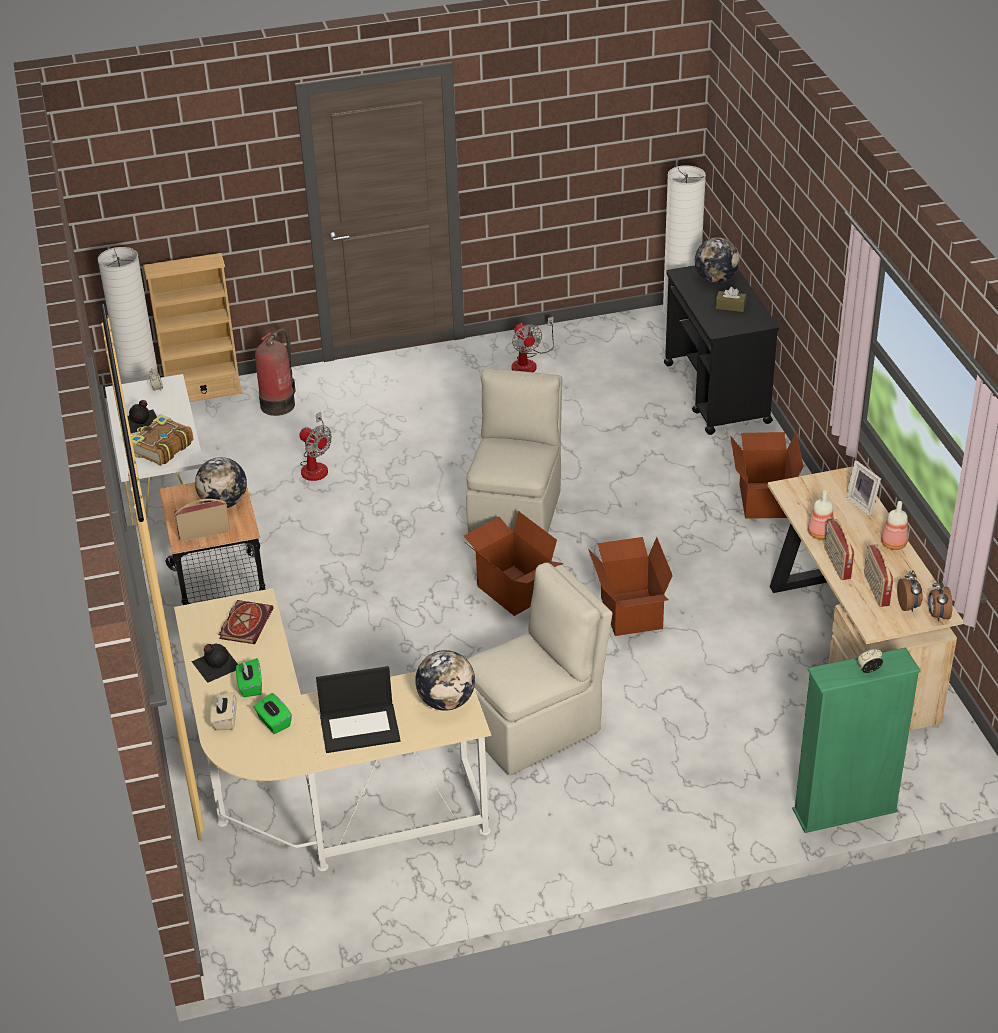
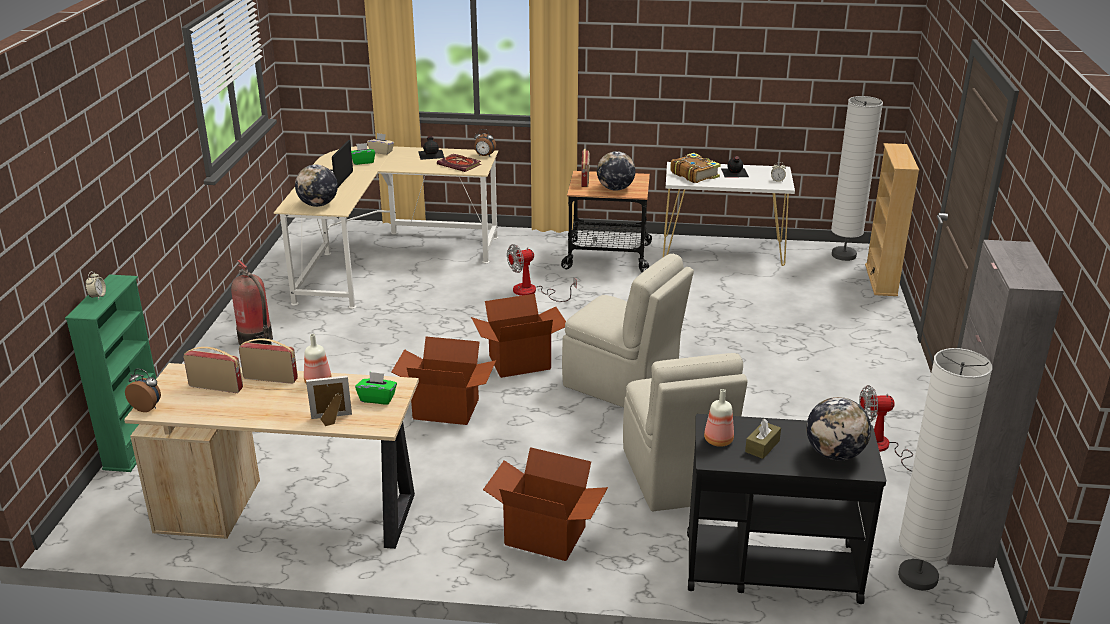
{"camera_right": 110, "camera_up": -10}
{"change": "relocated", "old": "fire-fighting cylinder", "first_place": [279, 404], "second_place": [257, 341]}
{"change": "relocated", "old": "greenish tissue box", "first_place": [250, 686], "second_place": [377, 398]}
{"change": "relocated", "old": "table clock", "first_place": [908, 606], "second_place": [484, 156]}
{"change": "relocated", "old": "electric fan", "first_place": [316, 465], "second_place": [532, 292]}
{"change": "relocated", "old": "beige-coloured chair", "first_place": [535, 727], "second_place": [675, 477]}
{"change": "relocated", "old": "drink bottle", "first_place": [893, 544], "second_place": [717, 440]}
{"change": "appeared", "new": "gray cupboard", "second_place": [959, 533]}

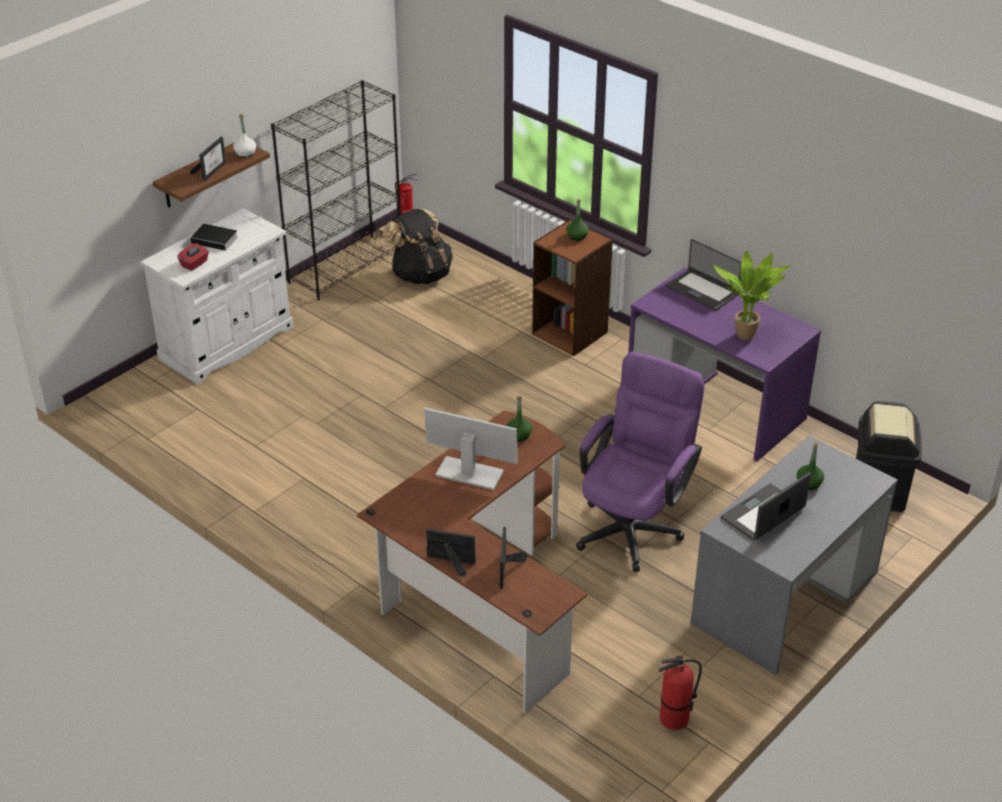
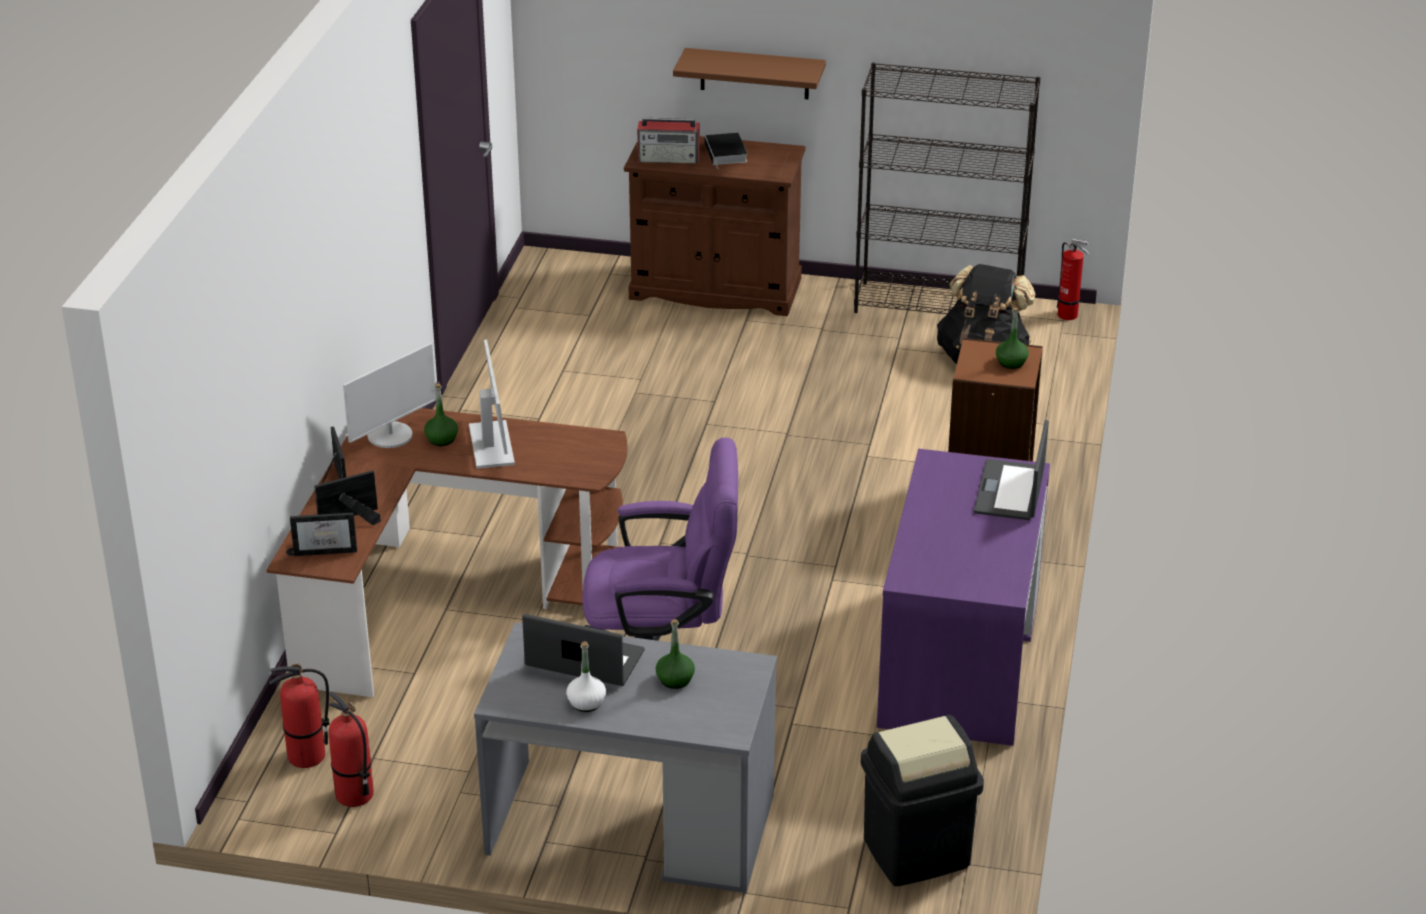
{"camera_right": 60, "camera_up": -5}
{"change": "appeared", "new": "fire-fighting cylinder", "second_place": [306, 757]}
{"change": "relocated", "old": "standing frame", "first_place": [211, 170], "second_place": [327, 549]}
{"change": "appeared", "new": "monitor", "second_place": [390, 435]}
{"change": "relocated", "old": "greenish drink bottle", "first_place": [518, 435], "second_place": [442, 439]}
{"change": "relocated", "old": "whitish drink bottle", "first_place": [245, 153], "second_place": [586, 703]}
{"change": "colour", "old": "whitish cupboard", "new": "brown cupboard", "first_place": [227, 343], "second_place": [715, 289]}
{"change": "exchanged", "old": "red-coloured tissue box", "new": "radio receiver", "first_place": [194, 264], "second_place": [669, 158]}
{"change": "missing", "old": "plant in a pot", "first_place": [746, 334]}

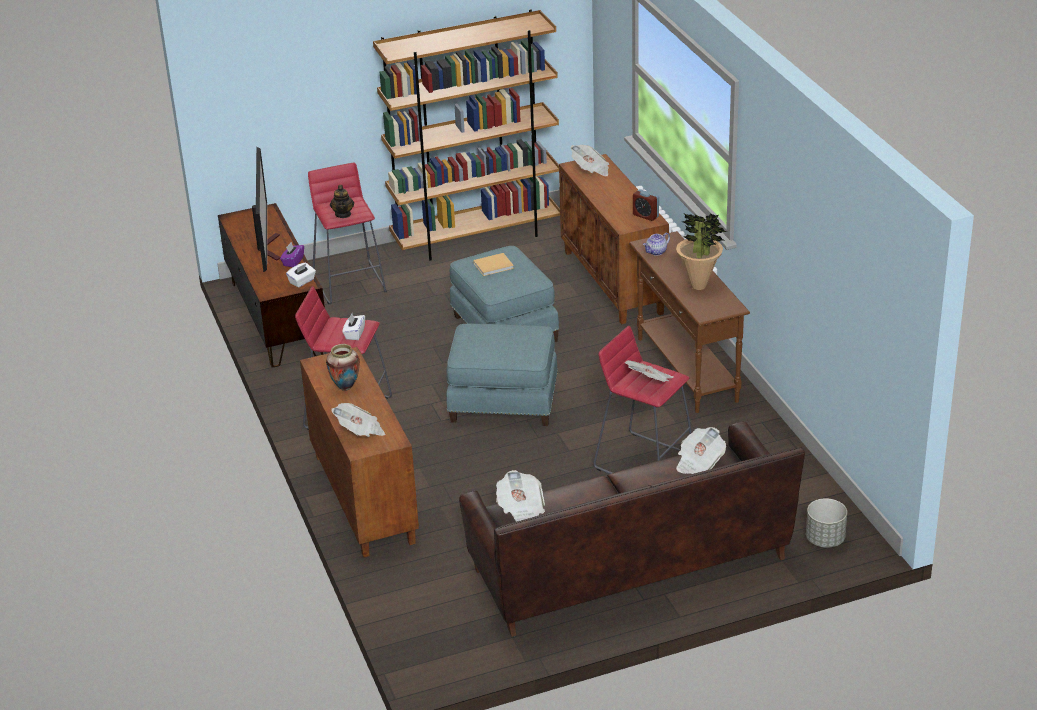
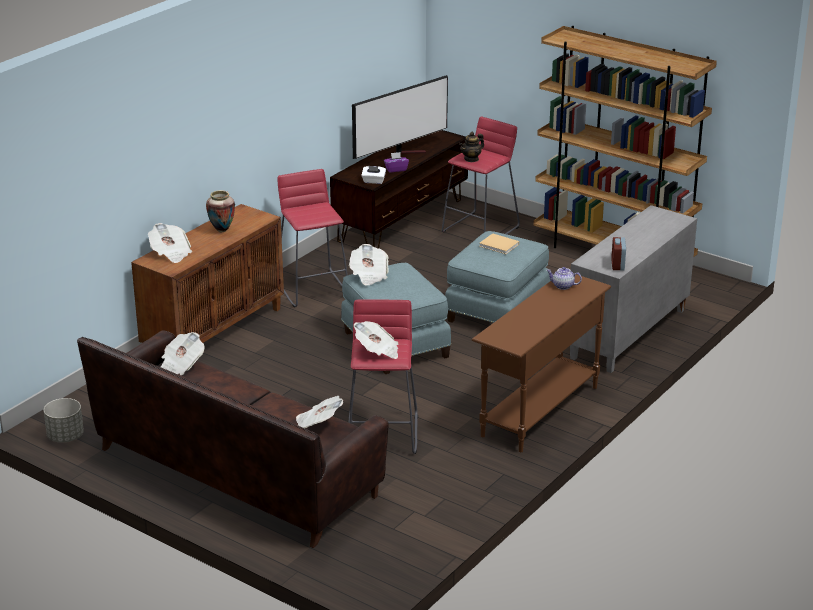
{"camera_right": 55, "camera_up": -5}
{"change": "relocated", "old": "gray planter", "first_place": [825, 539], "second_place": [65, 437]}
{"change": "relocated", "old": "printed paper", "first_place": [591, 170], "second_place": [369, 275]}
{"change": "colour", "old": "brown cupboard", "new": "gray cupboard", "first_place": [614, 282], "second_place": [628, 334]}
{"change": "missing", "old": "whitish tissue box", "first_place": [354, 334]}
{"change": "missing", "old": "plant in a pot", "first_place": [699, 286]}

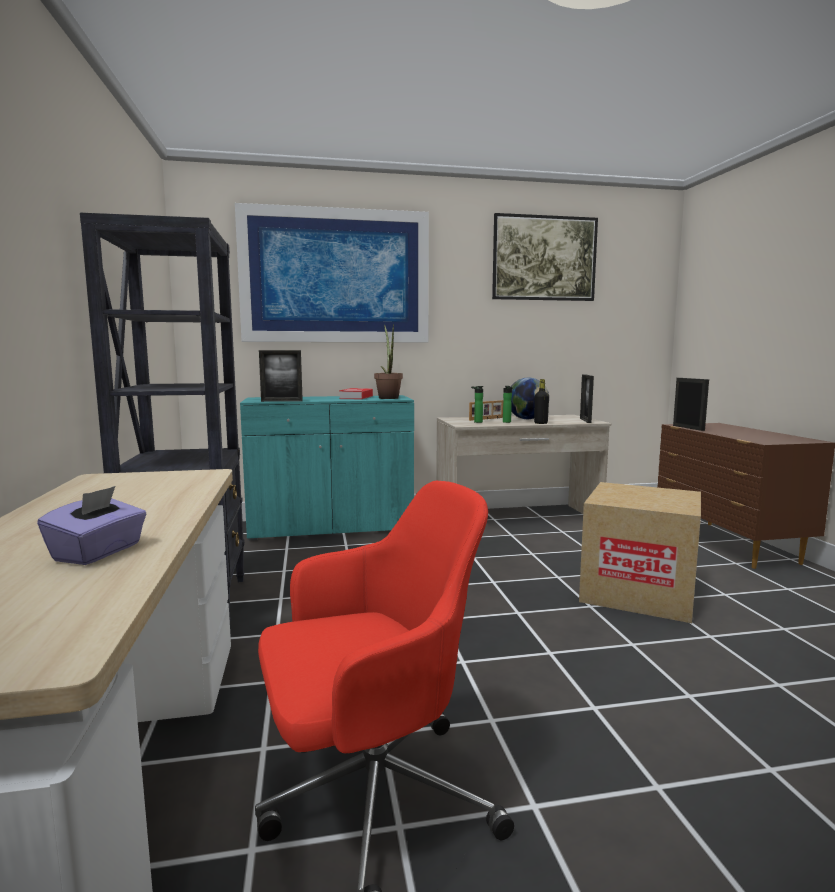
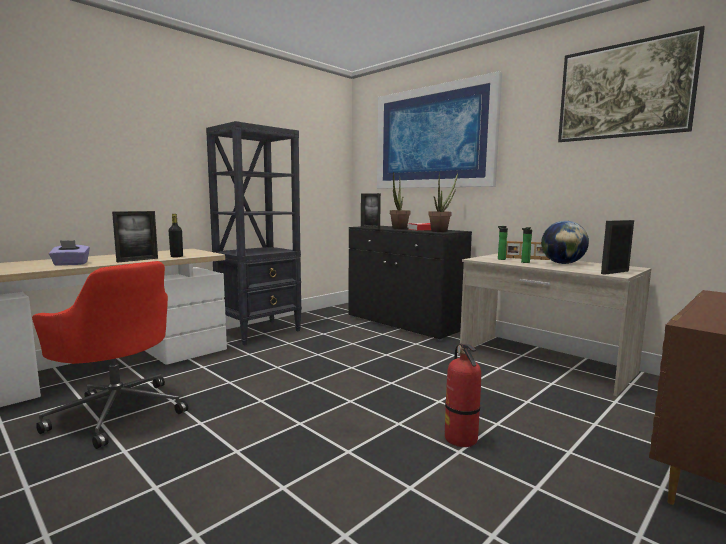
{"camera_right": 55, "camera_up": 0}
{"change": "relocated", "old": "standing frame", "first_place": [688, 428], "second_place": [137, 260]}
{"change": "relocated", "old": "blackish drink bottle", "first_place": [540, 423], "second_place": [176, 256]}
{"change": "colour", "old": "blue-green cupboard", "new": "blackish cupboard", "first_place": [331, 527], "second_place": [404, 323]}
{"change": "appeared", "new": "plant in a pot", "second_place": [398, 228]}
{"change": "exchanged", "old": "carton", "new": "fire-fighting cylinder", "first_place": [638, 592], "second_place": [461, 439]}

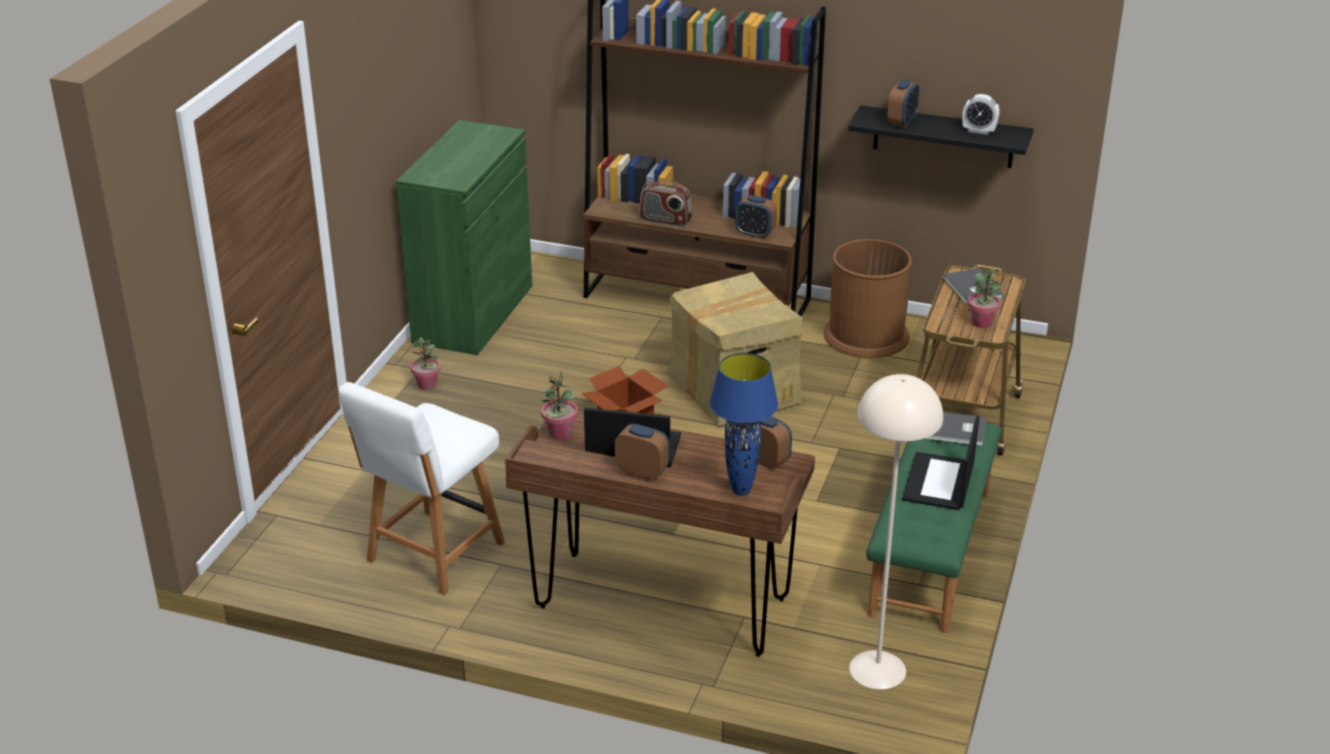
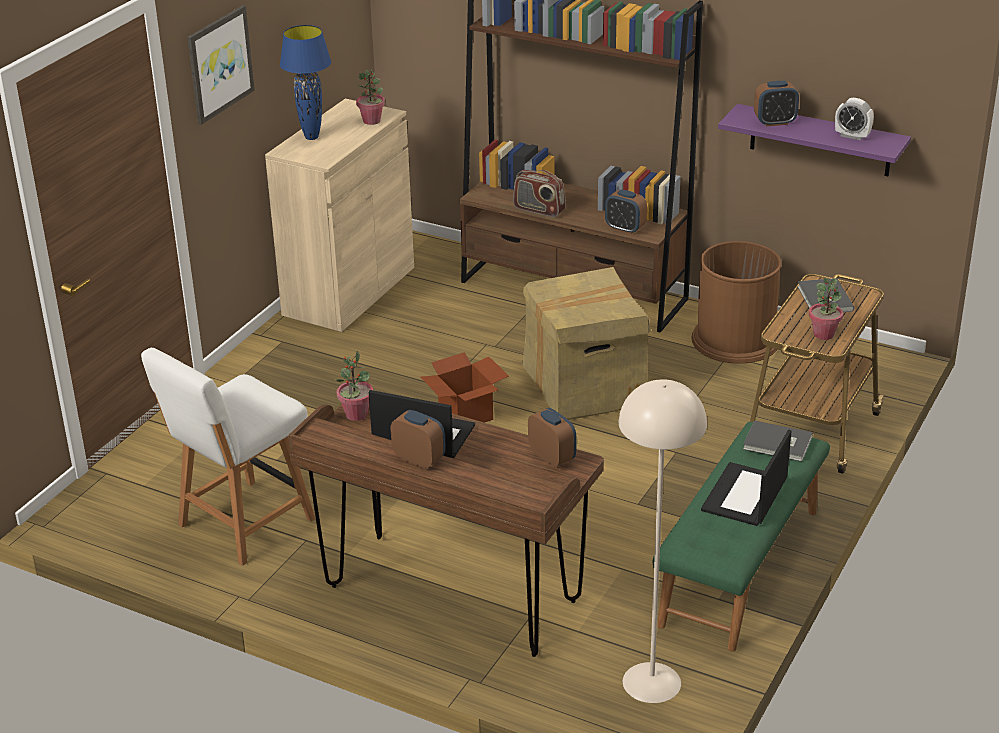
{"camera_right": 10, "camera_up": 0}
{"change": "appeared", "new": "wall art", "second_place": [219, 64]}
{"change": "colour", "old": "greenish cupboard", "new": "beige-coloured cupboard", "first_place": [473, 313], "second_place": [349, 291]}
{"change": "relocated", "old": "bluish lamp for a table", "first_place": [741, 490], "second_place": [311, 137]}
{"change": "relocated", "old": "plant in a pot", "first_place": [427, 385], "second_place": [372, 121]}
{"change": "colour", "old": "blackish wall shelf", "new": "purplish wall shelf", "first_place": [943, 137], "second_place": [820, 140]}
{"change": "spun", "old": "table clock", "first_place": [902, 121], "second_place": [775, 122], "degrees": 45}

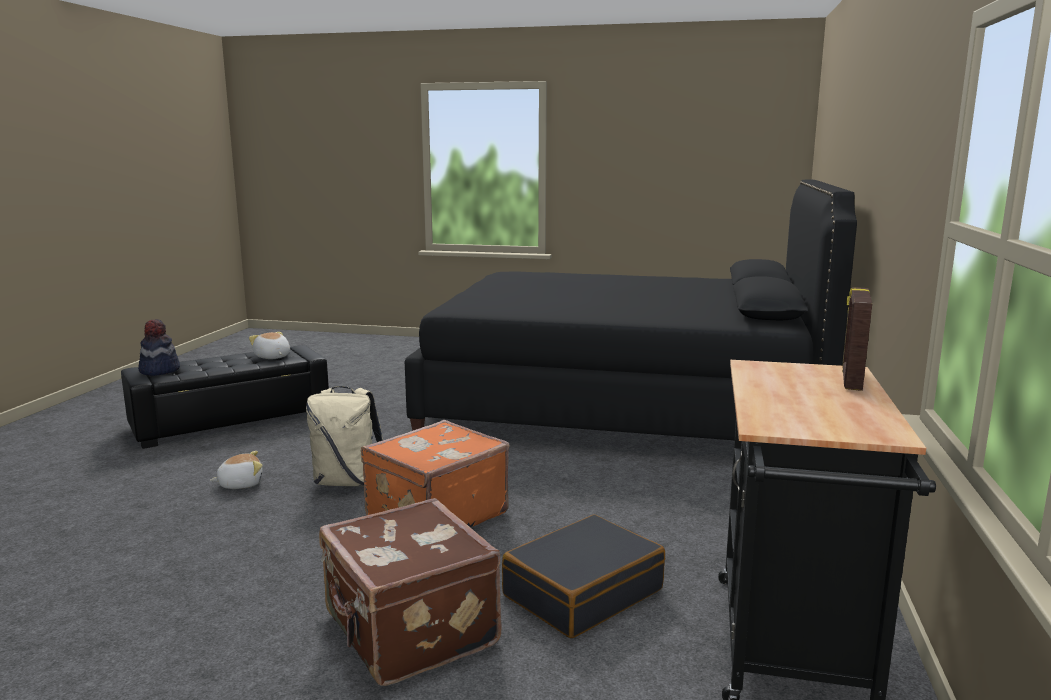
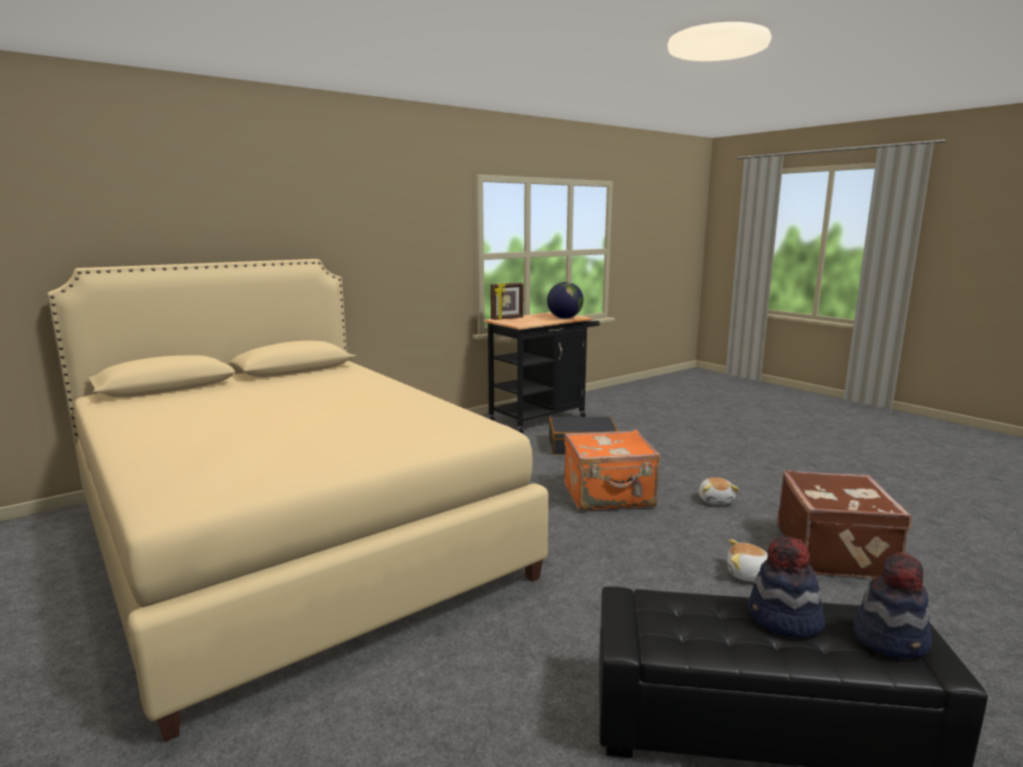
{"camera_right": -140, "camera_up": 0}
{"change": "colour", "old": "blackish sleeping bed", "new": "beige-coloured sleeping bed", "first_place": [623, 405], "second_place": [290, 538]}
{"change": "appeared", "new": "world globe", "second_place": [565, 318]}
{"change": "relocated", "old": "soft toy", "first_place": [272, 357], "second_place": [716, 500]}
{"change": "appeared", "new": "wearable hat", "second_place": [783, 620]}
{"change": "relocated", "old": "brown travel case", "first_place": [408, 631], "second_place": [835, 553]}
{"change": "missing", "old": "beige-coloured backpack", "first_place": [347, 482]}

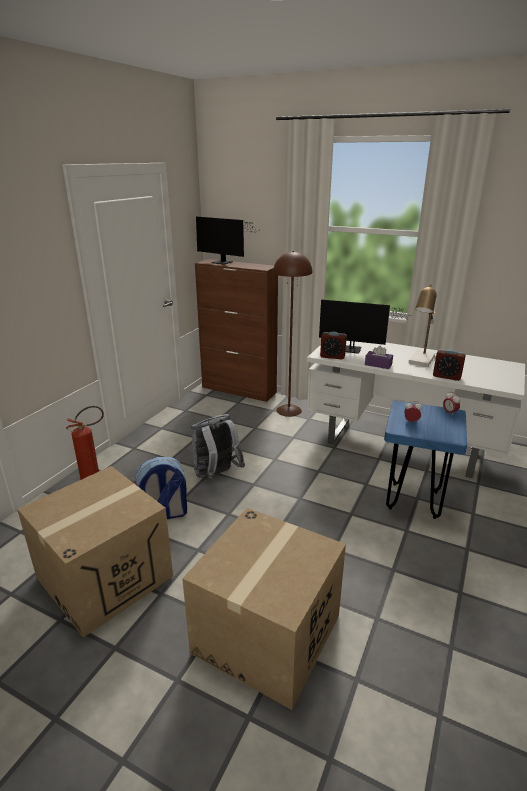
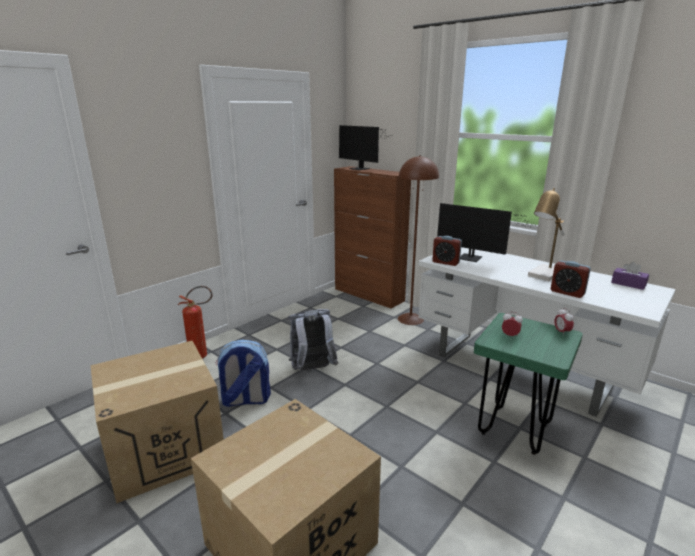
{"camera_right": 15, "camera_up": -5}
{"change": "colour", "old": "bluish stool seat", "new": "greenish stool seat", "first_place": [413, 500], "second_place": [514, 429]}
{"change": "relocated", "old": "purplish tissue box", "first_place": [378, 364], "second_place": [628, 284]}

